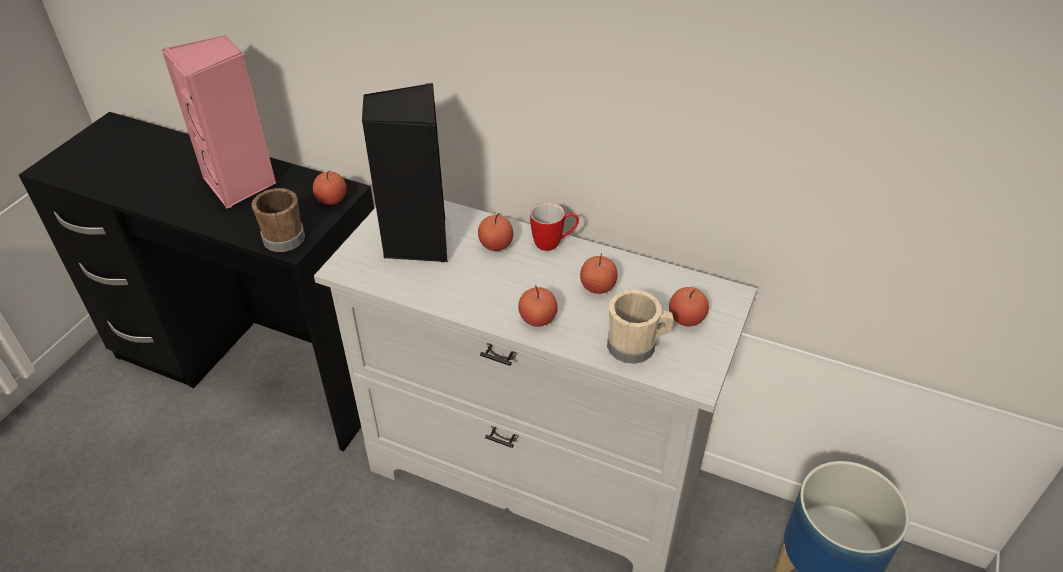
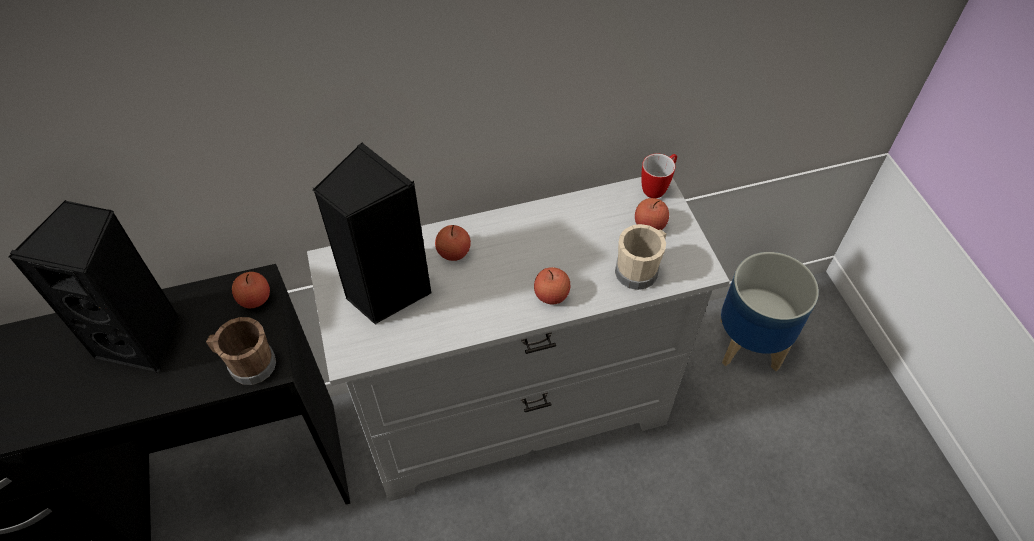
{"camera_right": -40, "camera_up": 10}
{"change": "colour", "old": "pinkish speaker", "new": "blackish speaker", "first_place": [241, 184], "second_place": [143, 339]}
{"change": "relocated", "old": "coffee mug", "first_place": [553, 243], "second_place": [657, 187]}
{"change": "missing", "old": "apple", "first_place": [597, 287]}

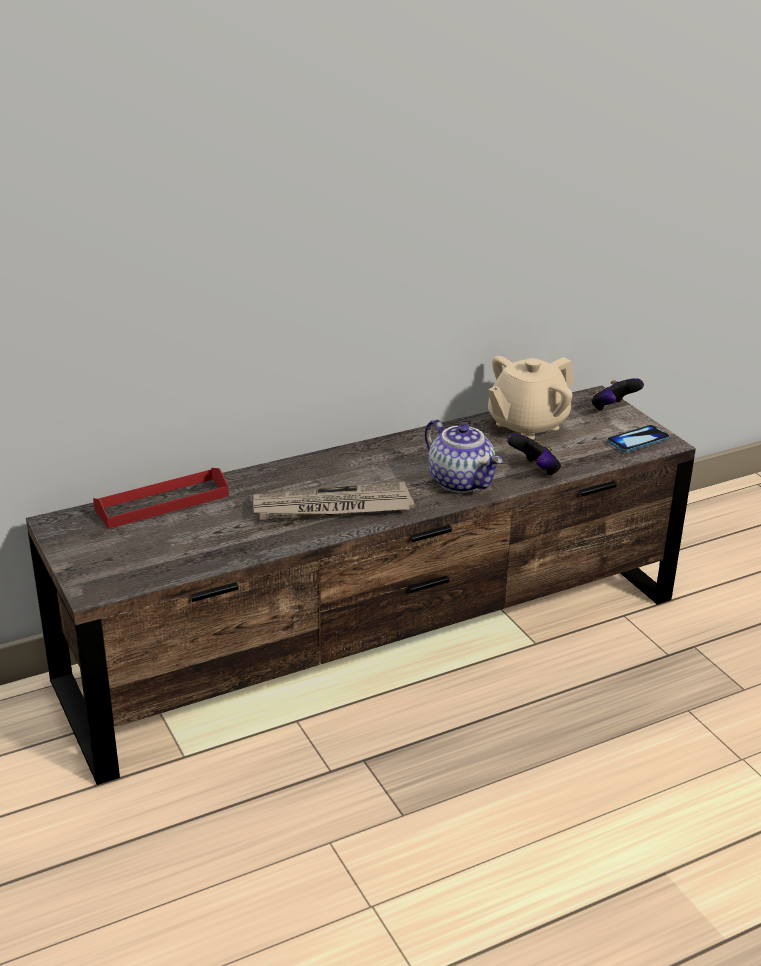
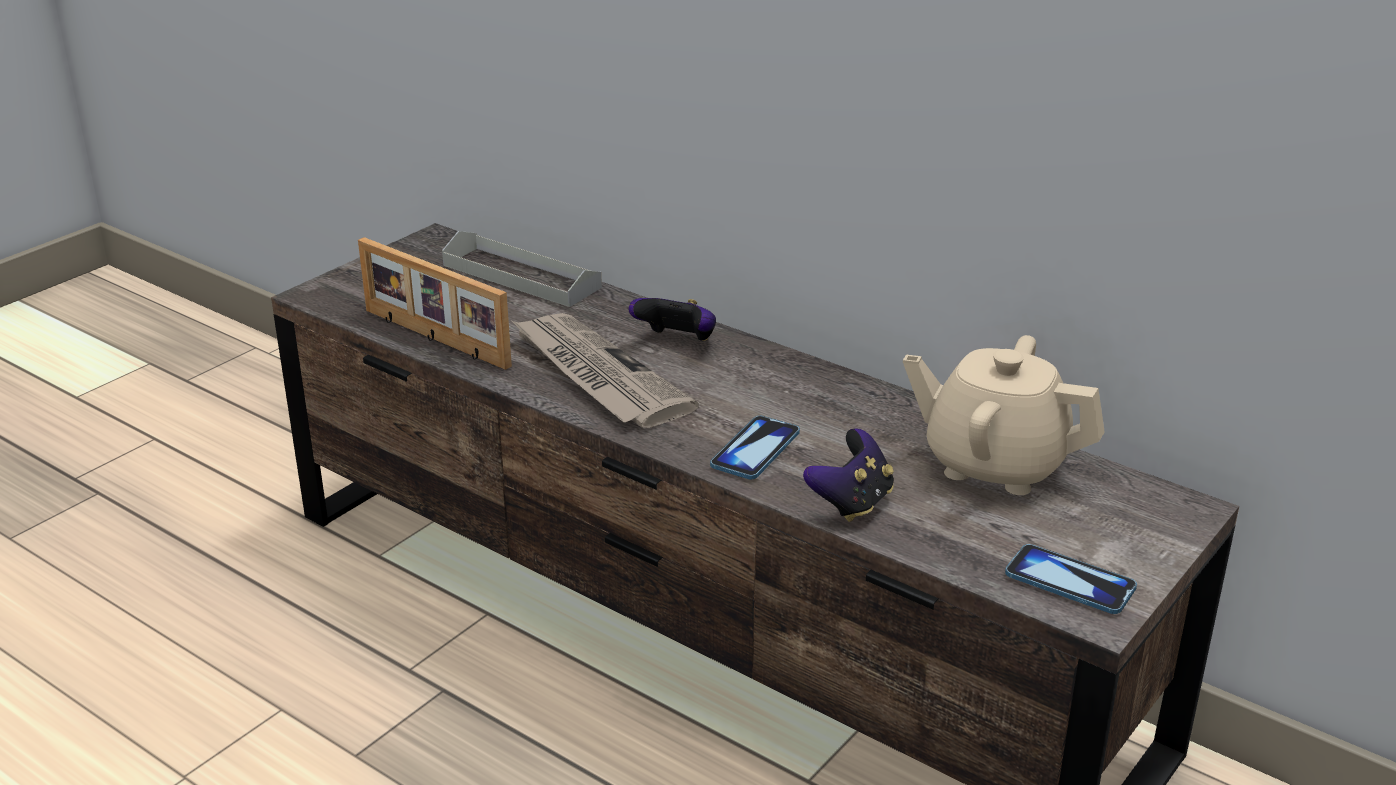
{"camera_right": 65, "camera_up": 0}
{"change": "appeared", "new": "standing frame", "second_place": [434, 339]}
{"change": "colour", "old": "red-coloured tray", "new": "gray tray", "first_place": [162, 503], "second_place": [521, 276]}
{"change": "relocated", "old": "gamepad", "first_place": [612, 409], "second_place": [677, 342]}
{"change": "exchanged", "old": "pot for tea", "new": "telephone", "first_place": [462, 482], "second_place": [755, 450]}

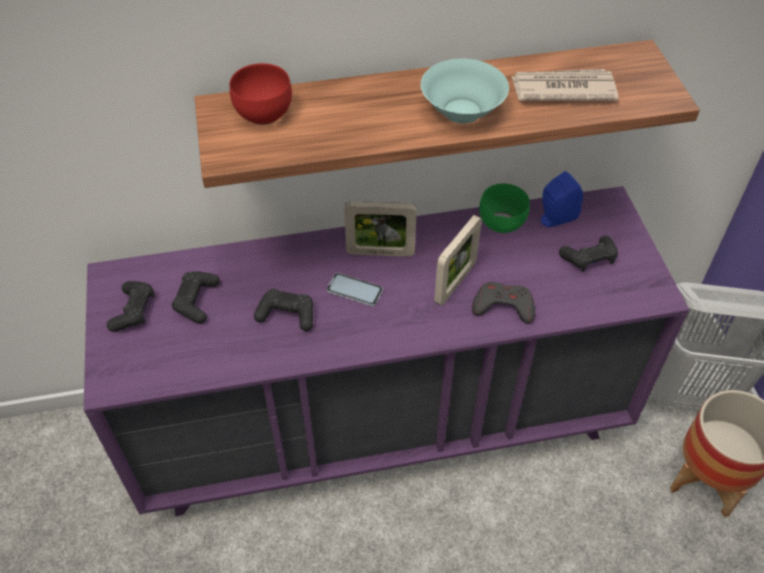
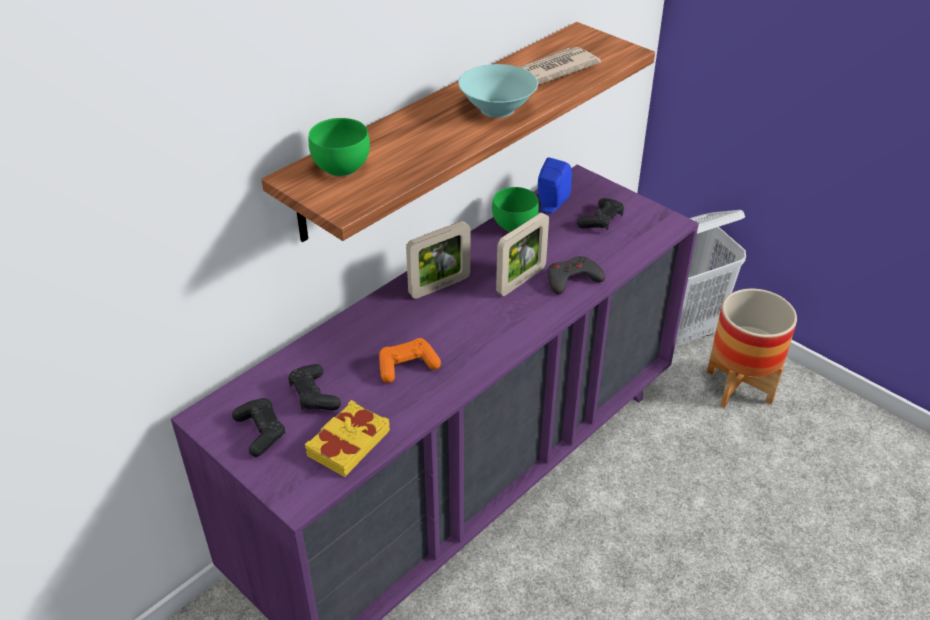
{"camera_right": -35, "camera_up": -10}
{"change": "appeared", "new": "yellow bound book", "second_place": [347, 443]}
{"change": "colour", "old": "red-coloured bowl", "new": "greenish bowl", "first_place": [266, 114], "second_place": [343, 167]}
{"change": "colour", "old": "blackish gamepad", "new": "orange gamepad", "first_place": [287, 315], "second_place": [407, 366]}
{"change": "spun", "old": "standing frame", "first_place": [455, 283], "second_place": [521, 281], "degrees": 45}
{"change": "missing", "old": "telephone", "first_place": [354, 290]}

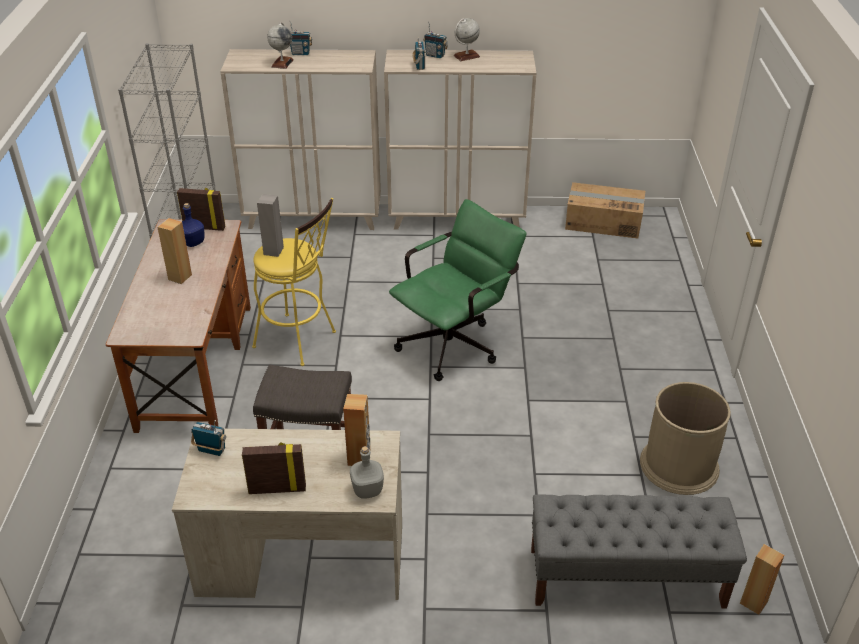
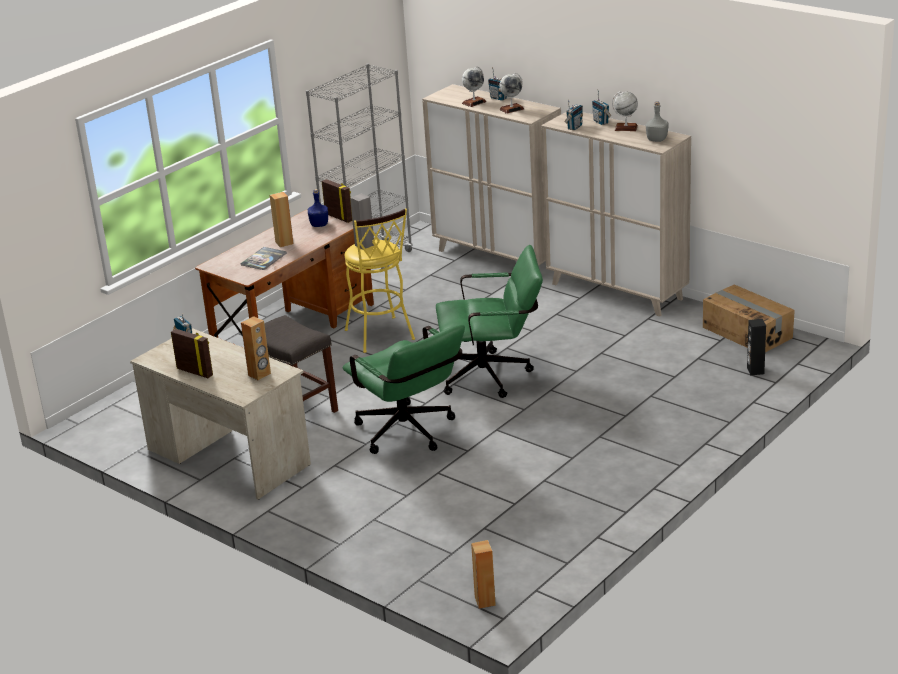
{"camera_right": 40, "camera_up": -10}
{"change": "appeared", "new": "bound book", "second_place": [264, 259]}
{"change": "appeared", "new": "greenish office chair", "second_place": [410, 434]}
{"change": "appeared", "new": "world globe", "second_place": [511, 109]}
{"change": "relocated", "old": "gray drink bottle", "first_place": [367, 490], "second_place": [657, 139]}
{"change": "appeared", "new": "blackish speaker", "second_place": [755, 371]}
{"change": "missing", "old": "gray indoor bench", "first_place": [625, 578]}
{"change": "missing", "old": "brown waste bin", "first_place": [679, 465]}

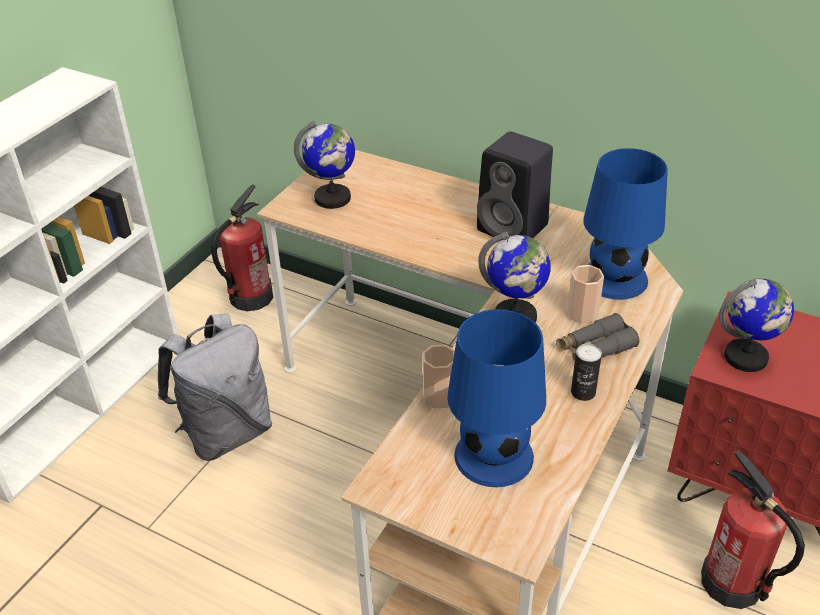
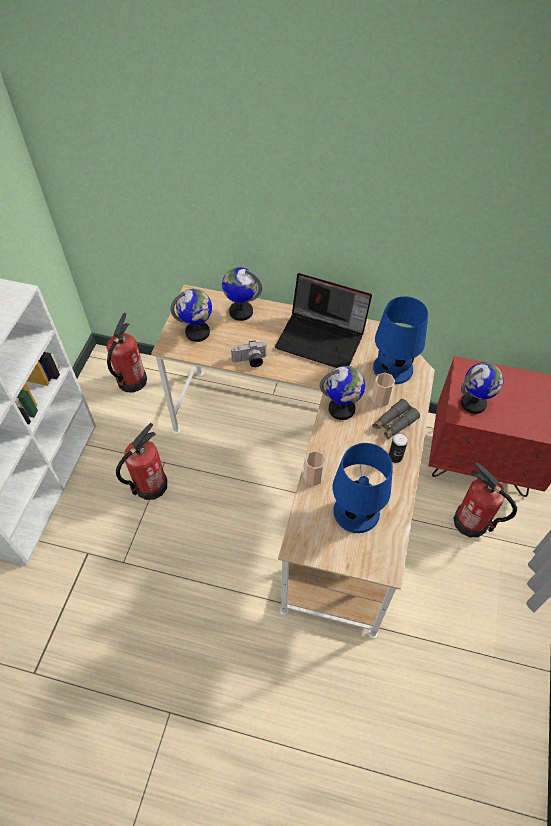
{"camera_right": -15, "camera_up": 15}
{"change": "exchanged", "old": "gray backpack", "new": "fire-fighting cylinder", "first_place": [226, 432], "second_place": [150, 485]}
{"change": "appeared", "new": "world globe", "second_place": [241, 311]}
{"change": "appeared", "new": "still camera", "second_place": [250, 361]}
{"change": "exchanged", "old": "blackish speaker", "new": "portable computer", "first_place": [514, 228], "second_place": [322, 338]}

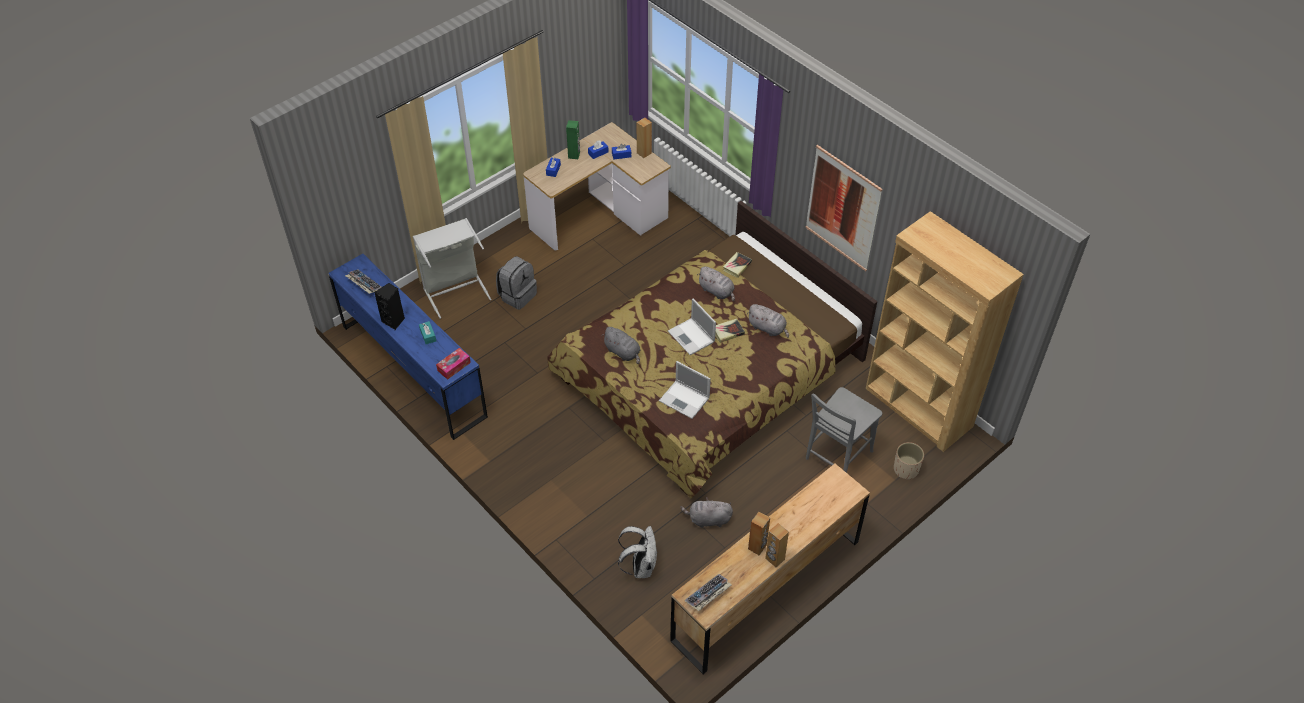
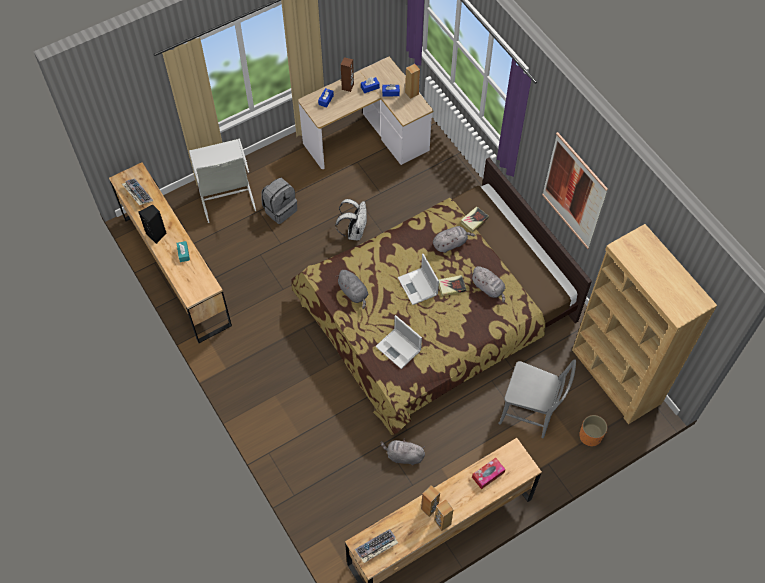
{"camera_right": 10, "camera_up": 10}
{"change": "colour", "old": "bluish drawer chest", "new": "brown drawer chest", "first_place": [413, 370], "second_place": [176, 270]}
{"change": "relocated", "old": "whitish backpack", "first_place": [640, 566], "second_place": [354, 231]}
{"change": "colour", "old": "greenish speaker", "new": "brown speaker", "first_place": [574, 155], "second_place": [348, 87]}
{"change": "spun", "old": "gray soft toy", "first_place": [717, 291], "second_place": [450, 243], "degrees": -75}
{"change": "relocated", "old": "tissue box", "first_place": [454, 366], "second_place": [488, 475]}
{"change": "spun", "old": "gray chair", "first_place": [836, 457], "second_place": [530, 414], "degrees": -120}
{"change": "colour", "old": "beige-coloured planter", "new": "orange planter", "first_place": [906, 469], "second_place": [590, 436]}

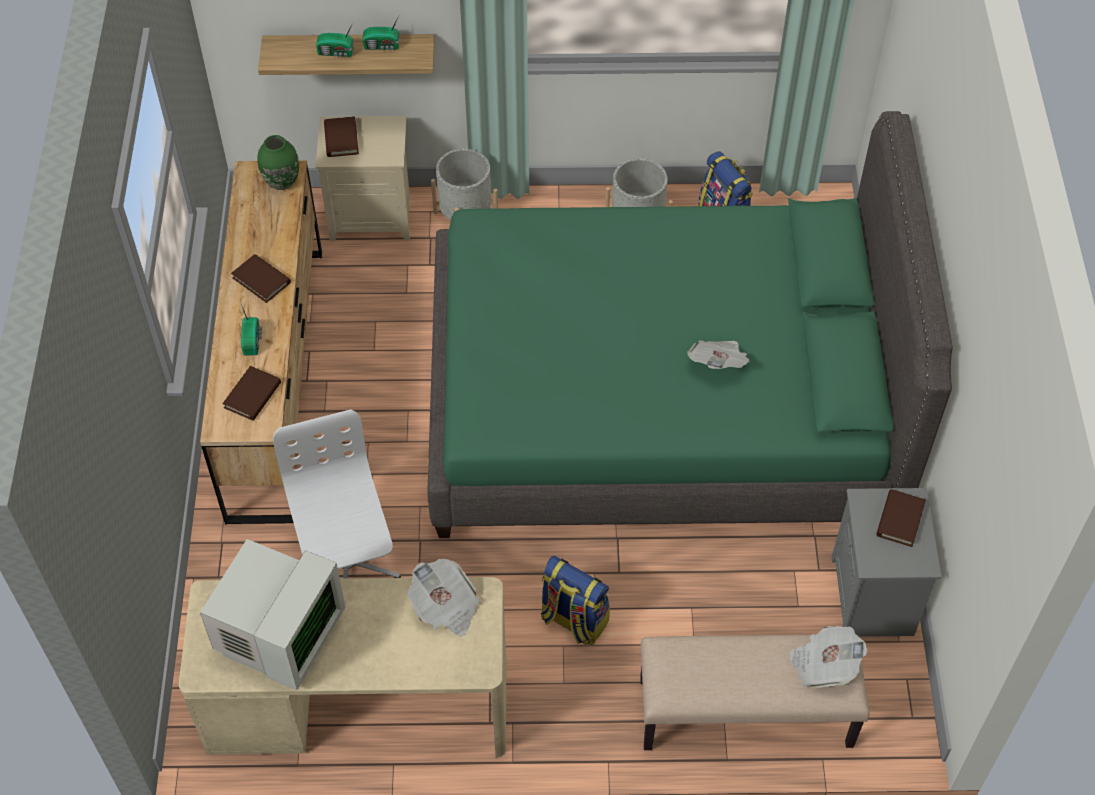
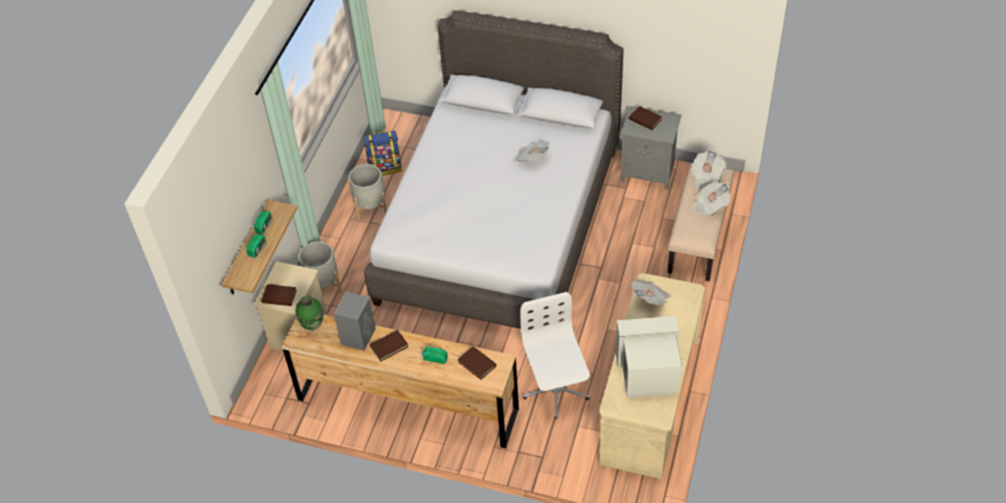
{"camera_right": -70, "camera_up": -5}
{"change": "appeared", "new": "gray speaker", "second_place": [358, 335]}
{"change": "colour", "old": "greenish sleeping bed", "new": "gray sleeping bed", "first_place": [660, 403], "second_place": [499, 225]}
{"change": "spun", "old": "whitish office chair", "first_place": [346, 565], "second_place": [555, 390], "degrees": 75}
{"change": "spun", "old": "monitor", "first_place": [278, 636], "second_place": [648, 376], "degrees": -45}
{"change": "appeared", "new": "printed paper", "second_place": [710, 206]}
{"change": "missing", "old": "backpack", "first_place": [573, 620]}

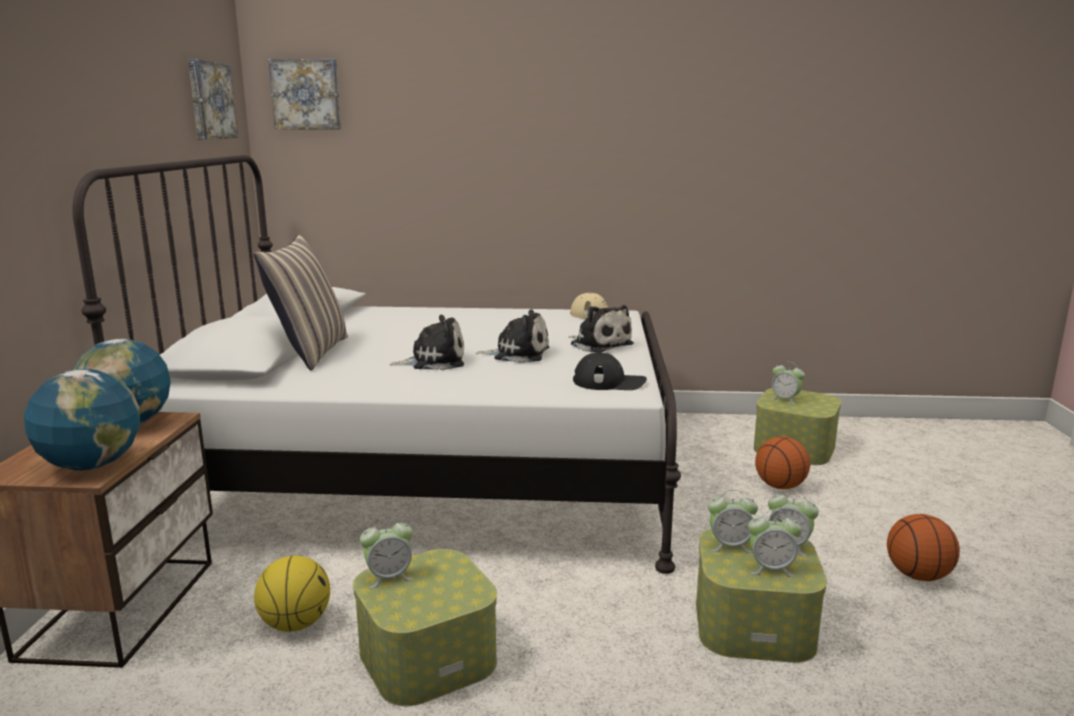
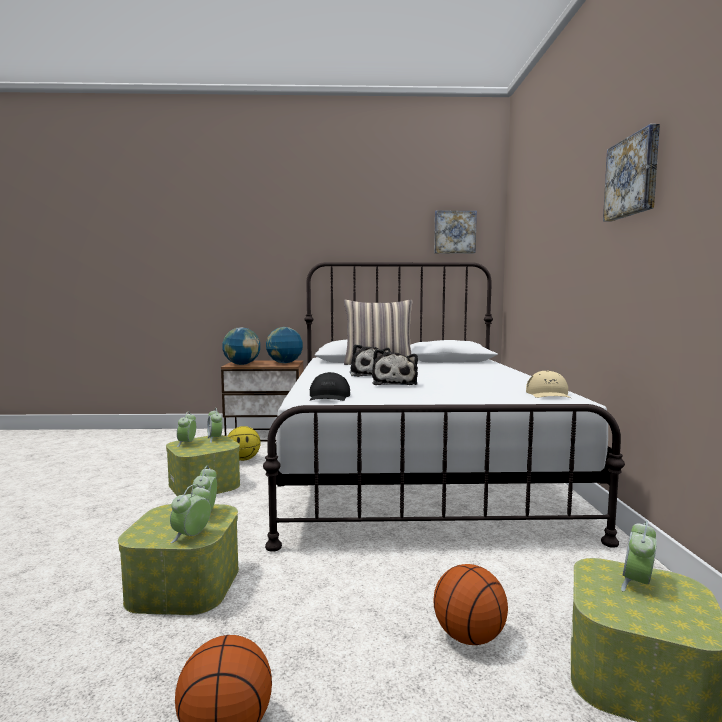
{"camera_right": 85, "camera_up": -10}
{"change": "relocated", "old": "table clock", "first_place": [771, 569], "second_place": [187, 443]}
{"change": "relocated", "old": "wall art", "first_place": [306, 94], "second_place": [633, 176]}
{"change": "missing", "old": "soft toy", "first_place": [599, 344]}

